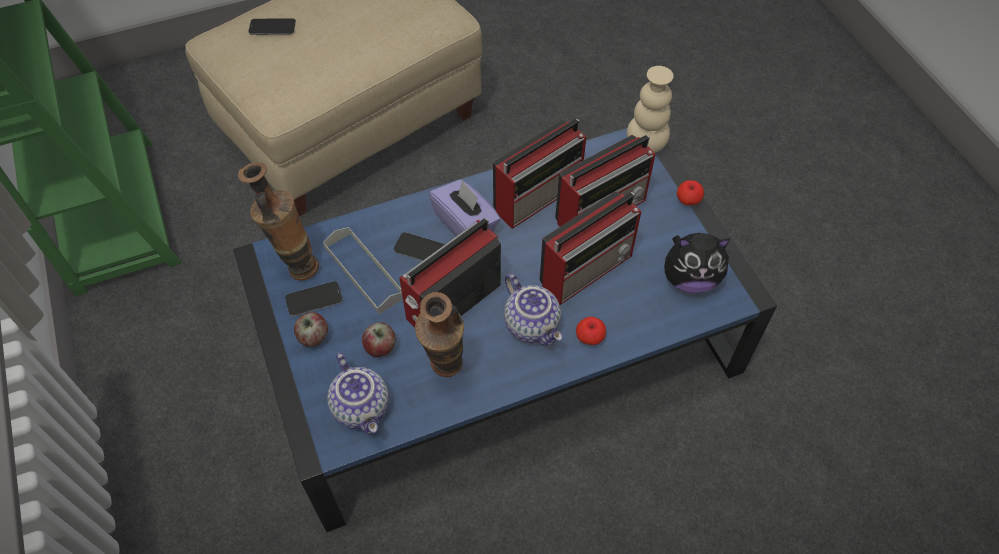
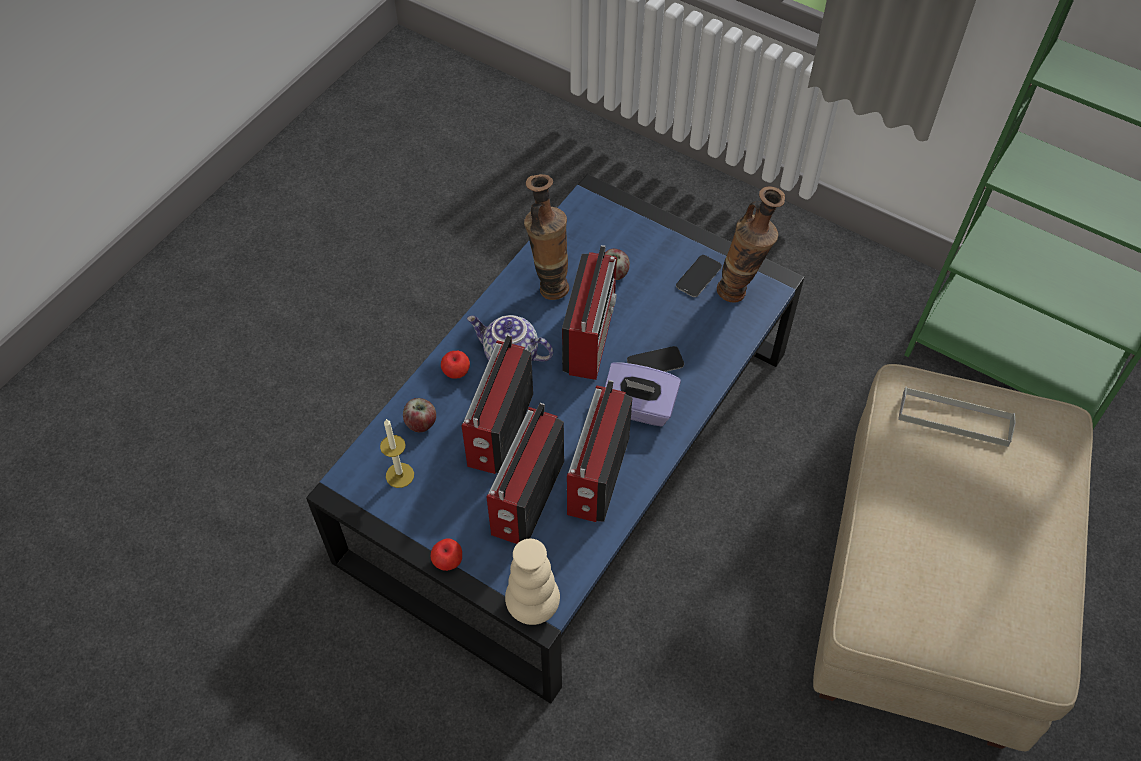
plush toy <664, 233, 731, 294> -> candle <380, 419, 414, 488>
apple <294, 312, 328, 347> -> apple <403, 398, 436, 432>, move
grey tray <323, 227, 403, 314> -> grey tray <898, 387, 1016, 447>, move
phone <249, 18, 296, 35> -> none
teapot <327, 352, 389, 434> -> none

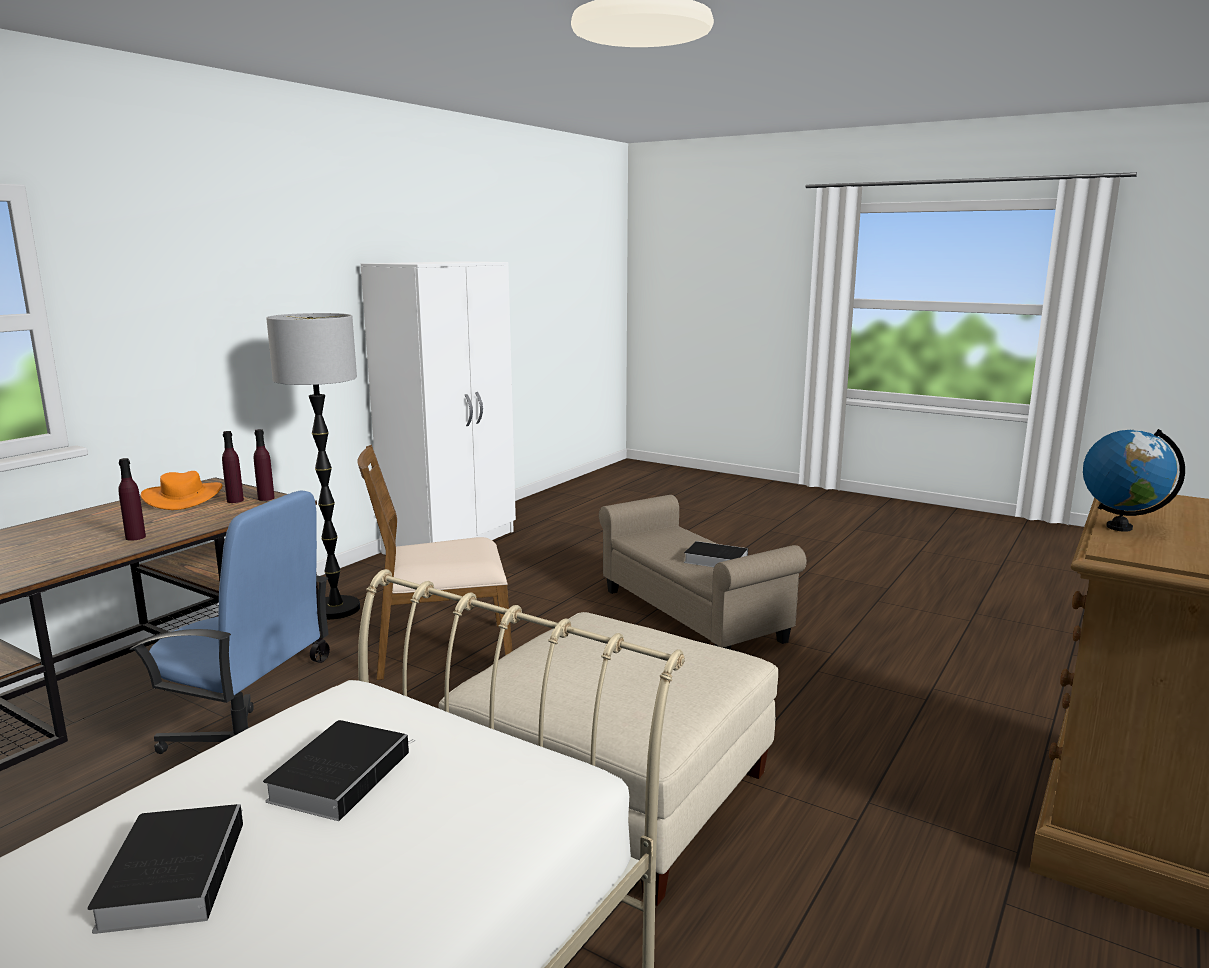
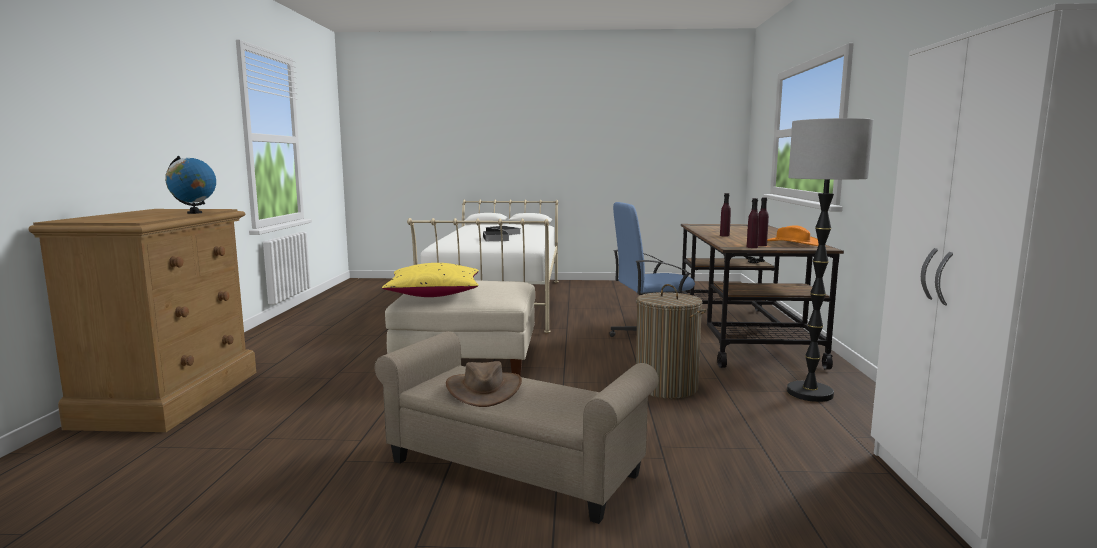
none -> yellow pillow <382, 263, 479, 297>
book <684, 541, 748, 567> -> brown hat <446, 361, 522, 407>
brown chair <357, 445, 512, 680> -> laundry basket <636, 284, 706, 399>

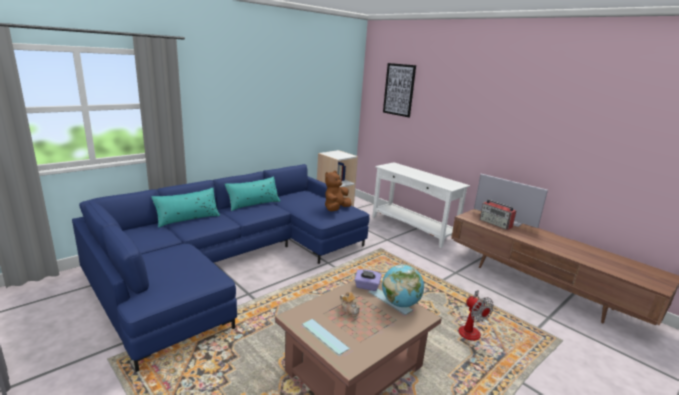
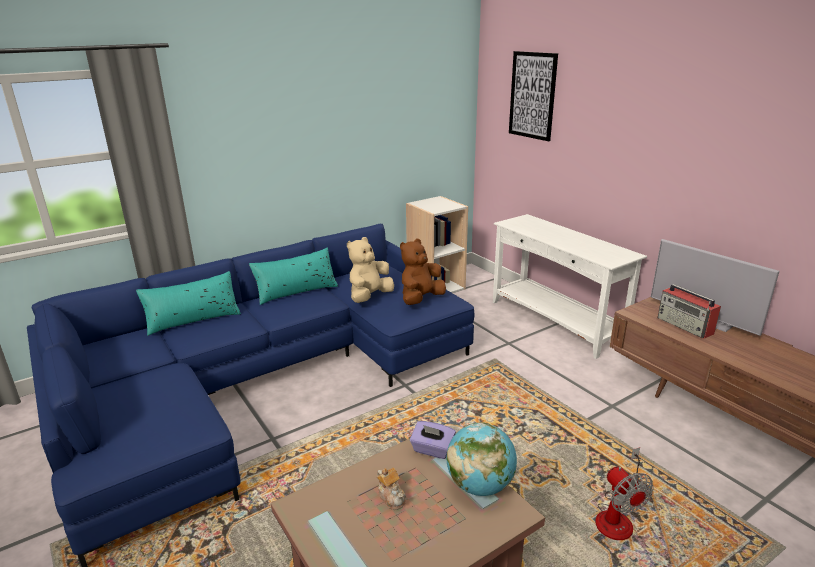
none -> beige plush toy <347, 237, 394, 303>

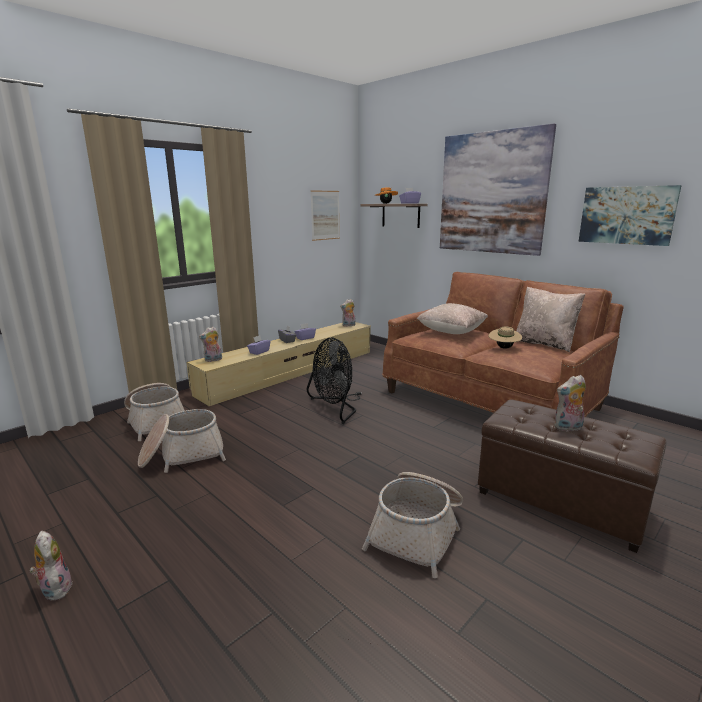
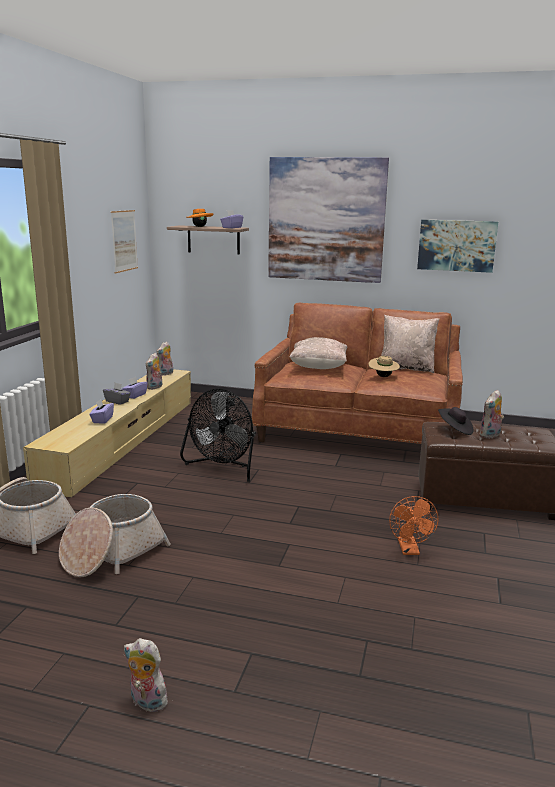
plush toy <199, 327, 222, 362> -> plush toy <146, 353, 162, 390>, move
basket <362, 472, 463, 578> -> orange fan <389, 496, 439, 555>
none -> black hat <438, 407, 473, 435>

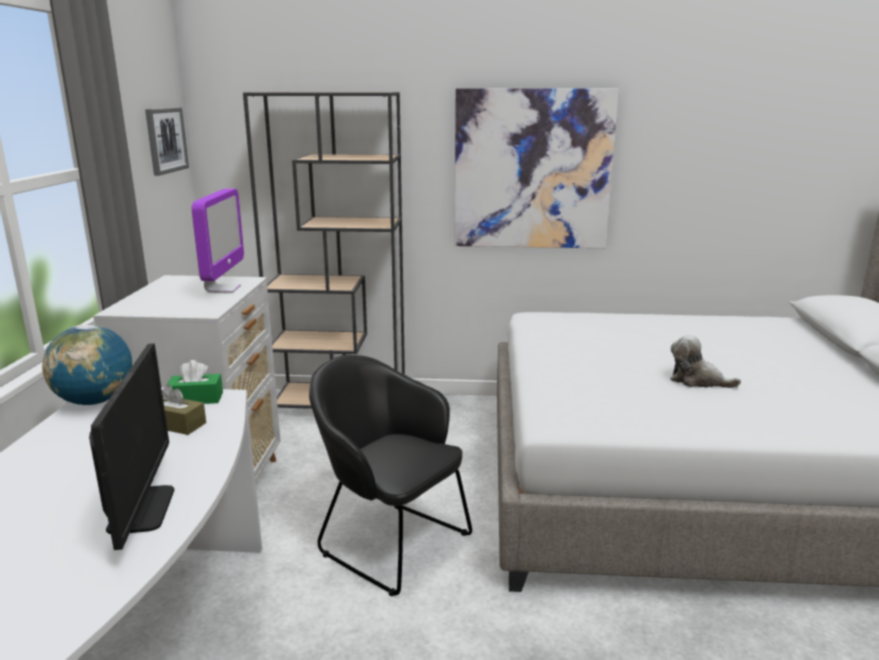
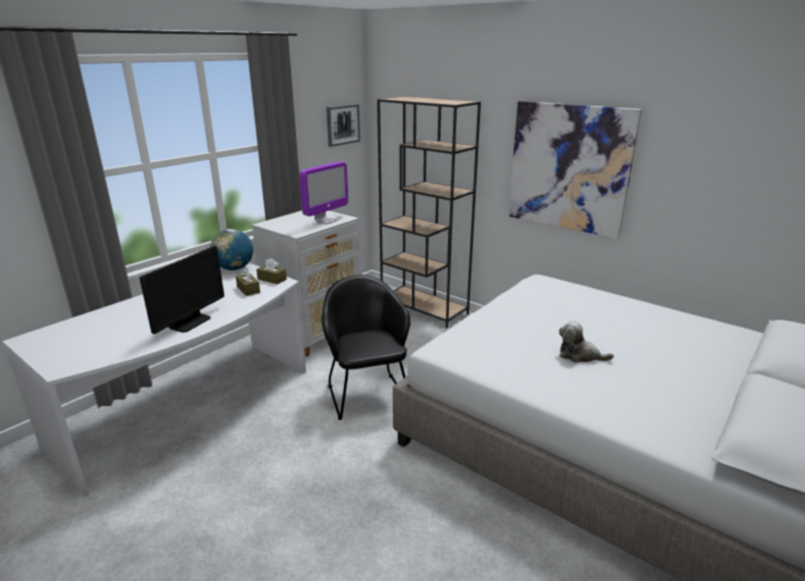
green tissue box <167, 360, 223, 404> -> brown tissue box <256, 258, 287, 284>
plush toy <670, 335, 741, 388> -> plush toy <559, 320, 614, 363>, 45 degrees counterclockwise

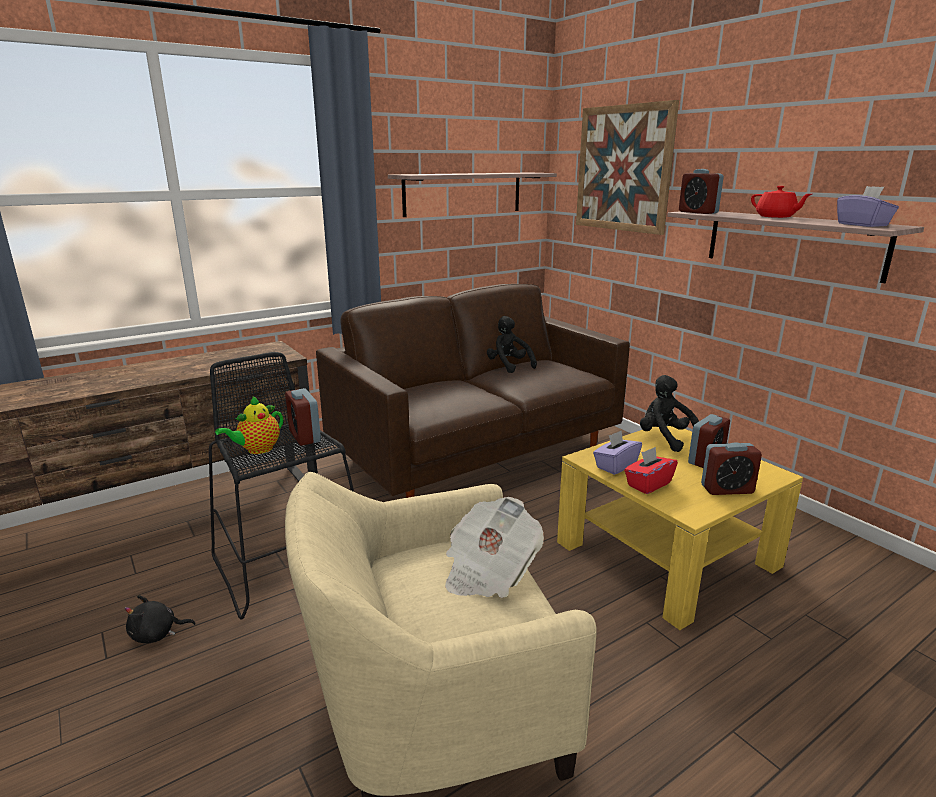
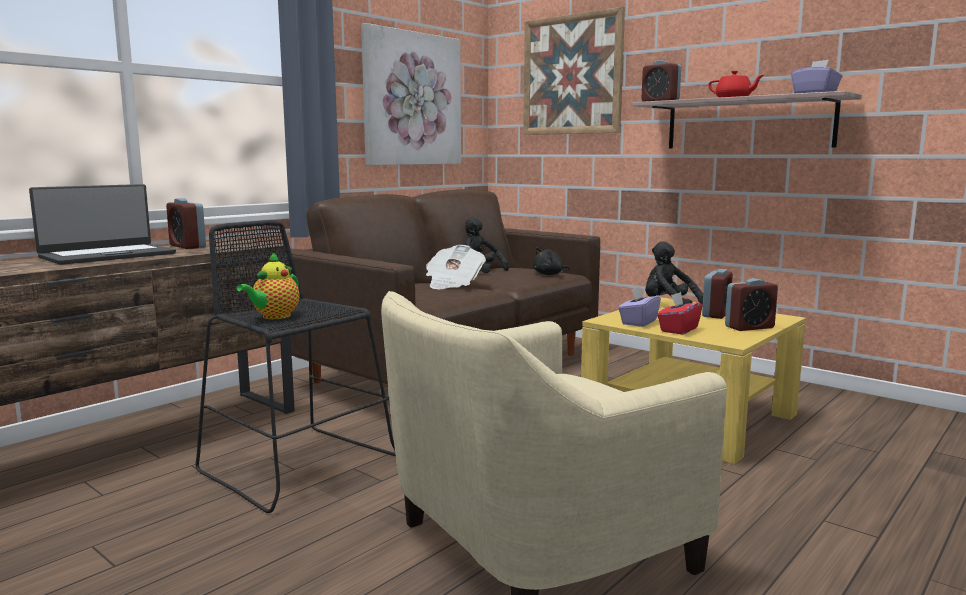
none -> laptop <29, 184, 176, 265>
alarm clock <285, 388, 321, 446> -> alarm clock <166, 198, 206, 249>, move
shelf <388, 172, 557, 217> -> picture <361, 23, 461, 165>
newspaper <445, 497, 544, 598> -> newspaper <426, 245, 486, 289>, move
black plush toy <124, 595, 196, 643> -> black plush toy <533, 247, 570, 275>, move

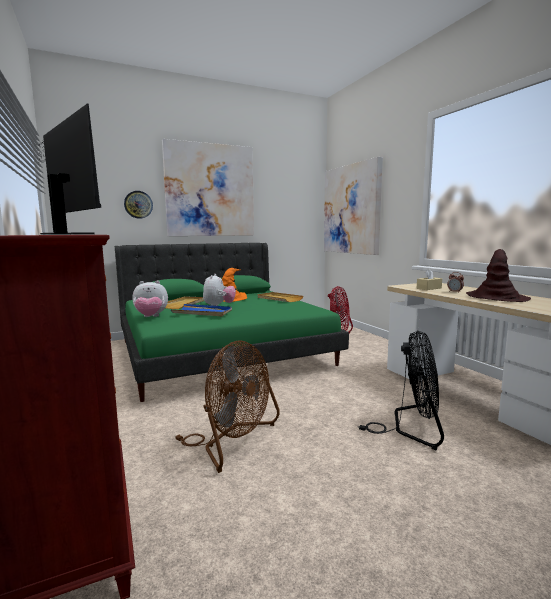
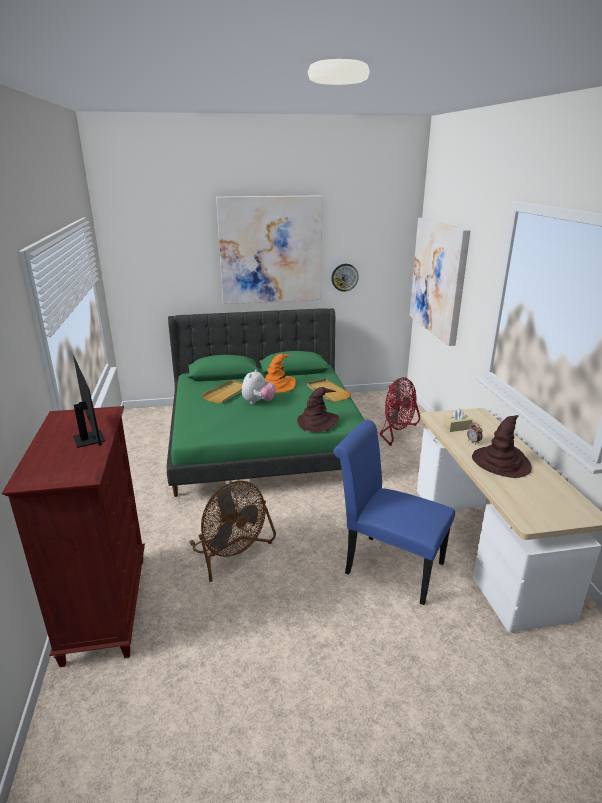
none -> brown hat <297, 387, 339, 432>
wall clock <124, 191, 153, 219> -> wall clock <331, 264, 359, 292>, move
black fan <359, 330, 444, 451> -> blue chair <333, 420, 455, 605>
plush toy <132, 280, 168, 317> -> none
blue tray <171, 304, 232, 316> -> none

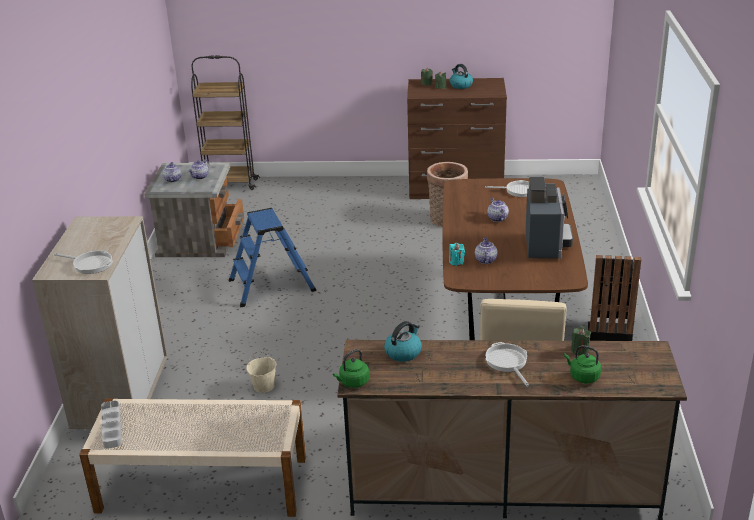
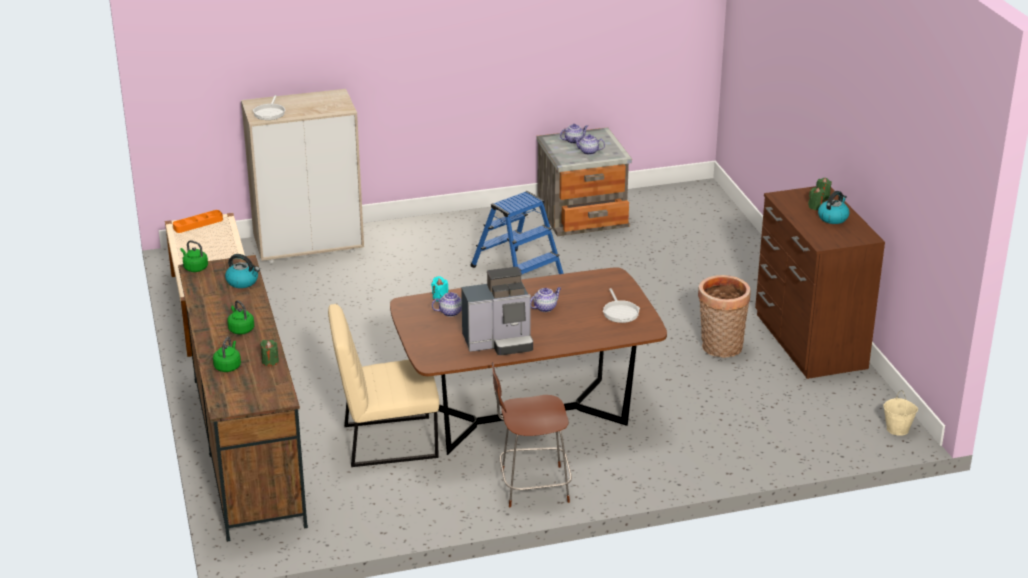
grey tray <101, 401, 122, 449> -> orange tray <173, 210, 223, 233>
frying pan <486, 342, 529, 387> -> green kettle <227, 300, 254, 334>
black trash can <588, 255, 641, 341> -> brown chair <492, 362, 572, 507>
beige bucket <246, 351, 276, 393> -> beige bucket <884, 391, 918, 436>, move
brown cart <191, 55, 260, 190> -> none

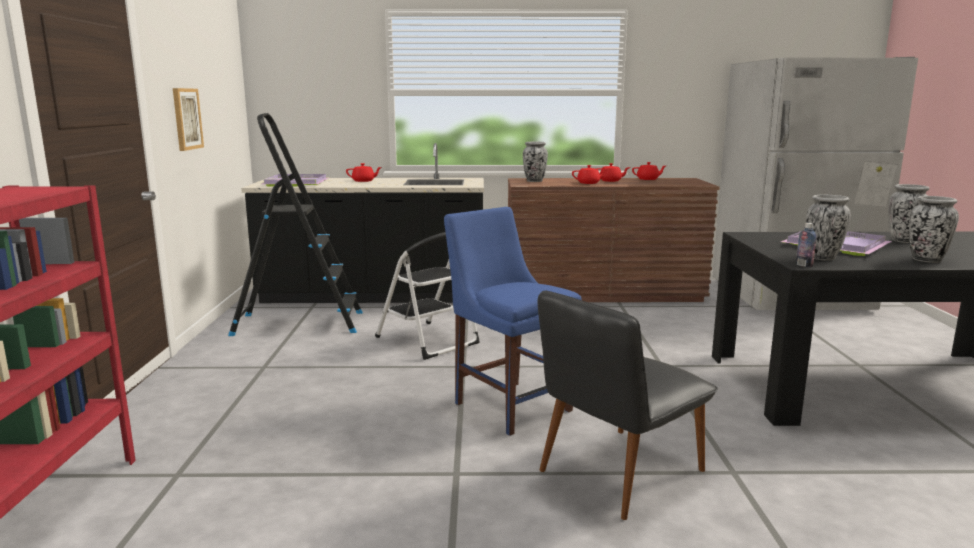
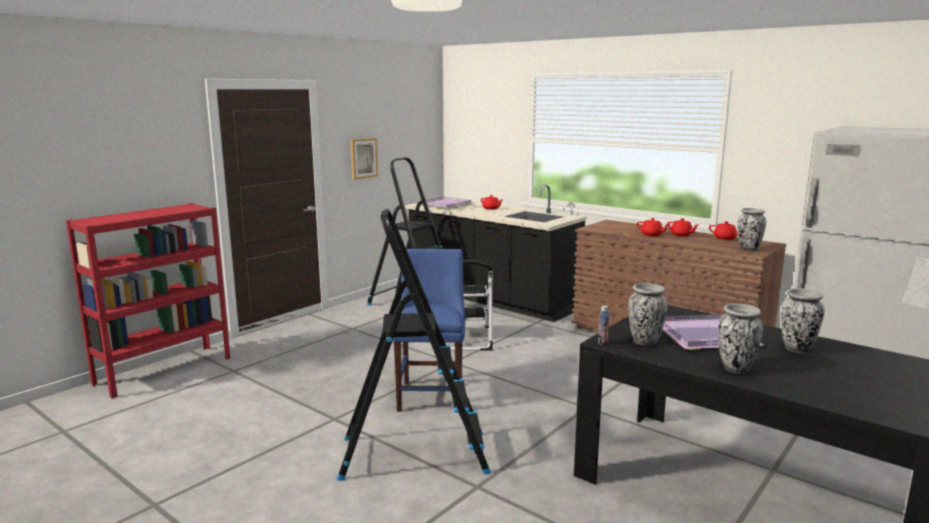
black chair <538, 291, 718, 520> -> black step ladder <337, 209, 491, 481>
vase <523, 142, 548, 182> -> vase <737, 208, 766, 251>, move

